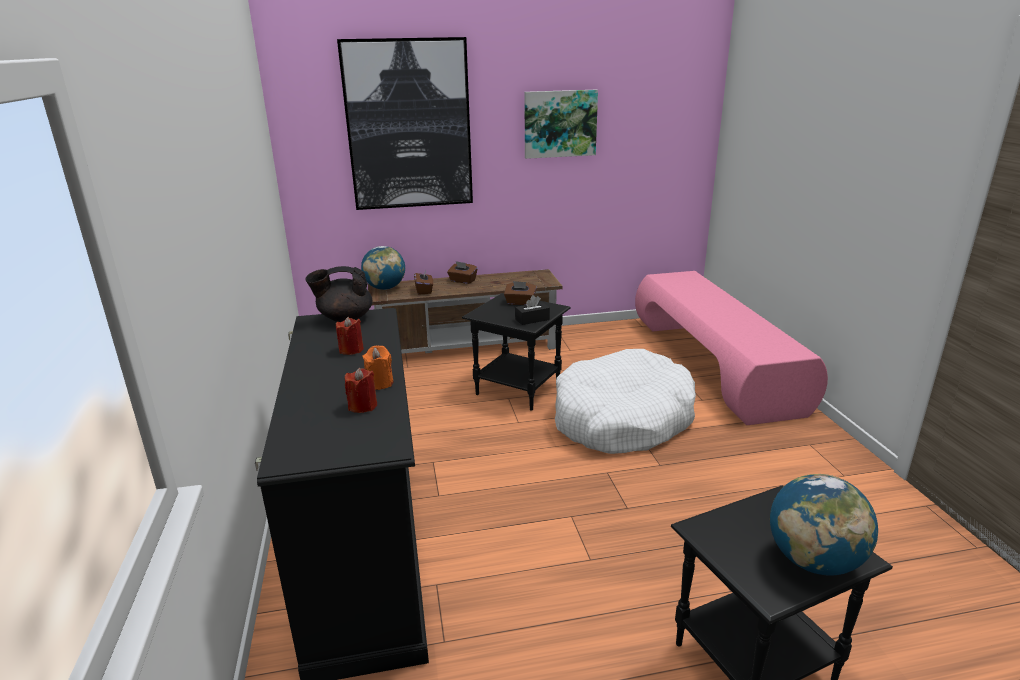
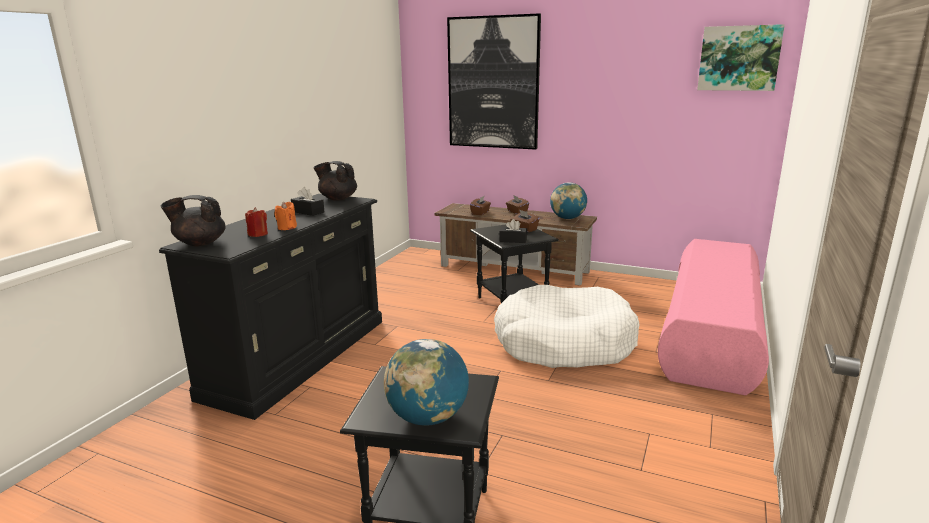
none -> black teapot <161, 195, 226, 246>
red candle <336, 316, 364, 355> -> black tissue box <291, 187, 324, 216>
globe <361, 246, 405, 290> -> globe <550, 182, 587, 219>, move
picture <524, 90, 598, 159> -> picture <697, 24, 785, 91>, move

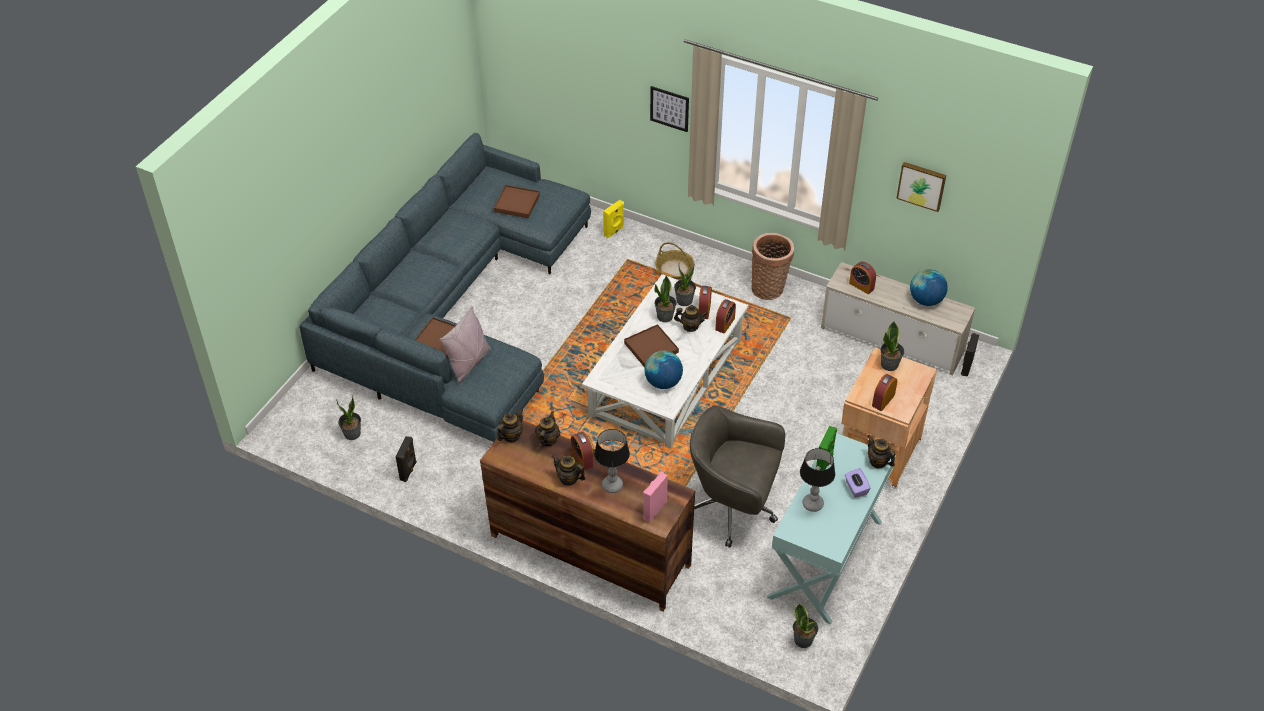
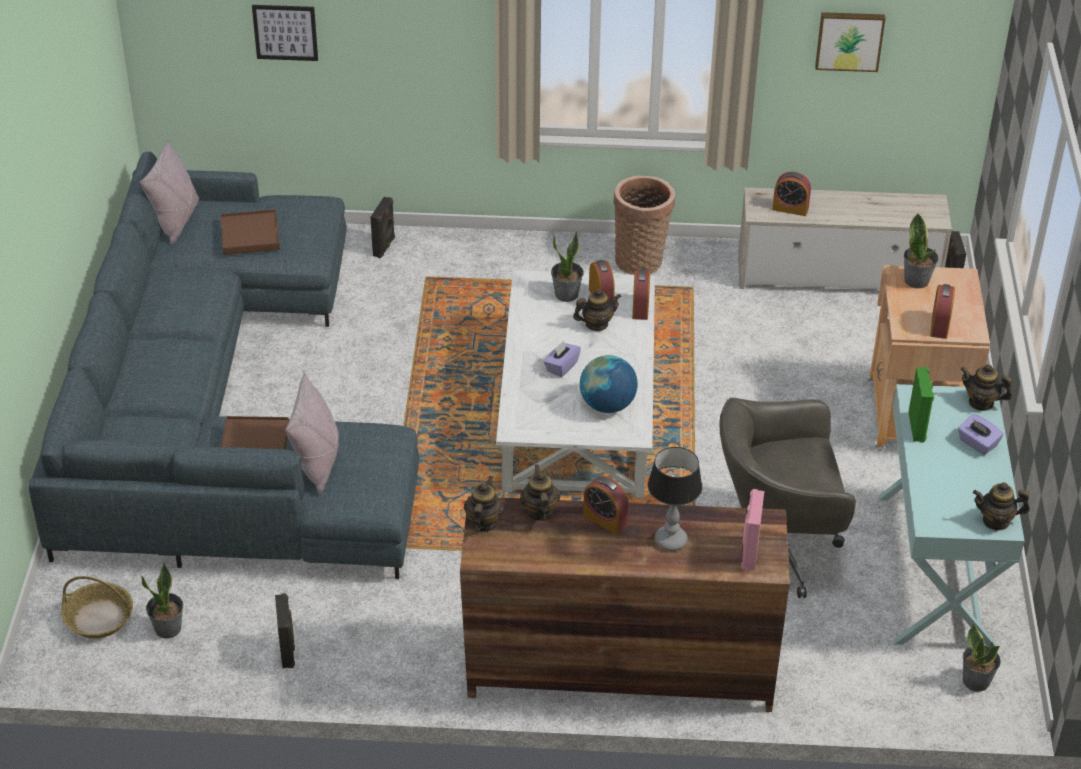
basket <655, 242, 694, 279> -> basket <61, 576, 133, 639>, move
none -> purple pillow <140, 140, 199, 245>
picture <650, 86, 689, 132> -> picture <252, 5, 318, 61>, move
yellow speaker <603, 200, 624, 238> -> black speaker <371, 197, 395, 258>
brown tray <624, 324, 679, 368> -> purple tissue box <544, 341, 581, 377>
teapot <552, 455, 586, 486> -> teapot <973, 482, 1030, 531>, move
potted plant <654, 275, 677, 322> -> none
table lamp <800, 448, 835, 512> -> none
globe <910, 269, 948, 306> -> none

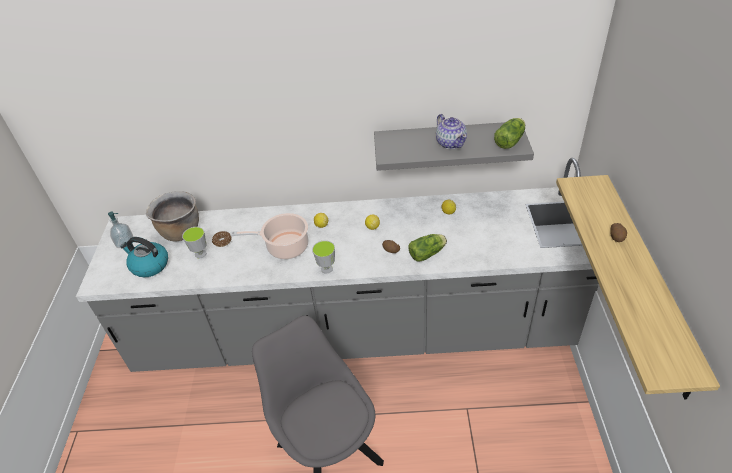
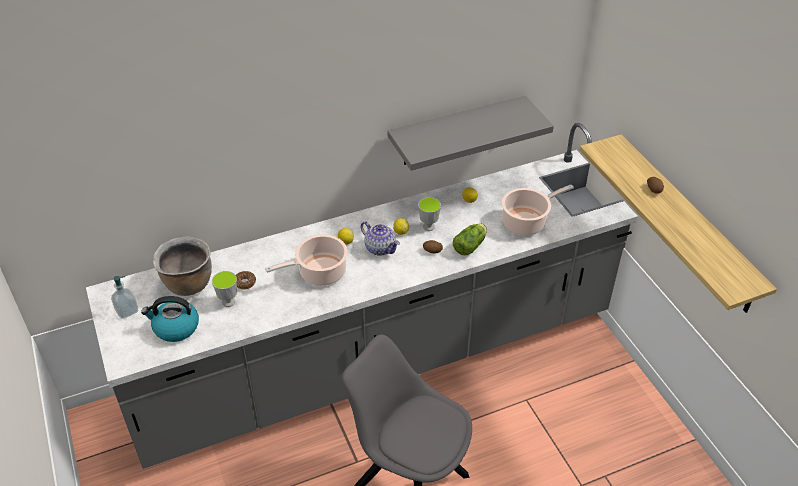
teapot <436, 114, 467, 149> -> teapot <361, 221, 400, 256>, move
cup <312, 240, 335, 274> -> cup <418, 197, 441, 231>, move
none -> cooking pot <502, 185, 574, 236>
lettuce <494, 118, 525, 149> -> none

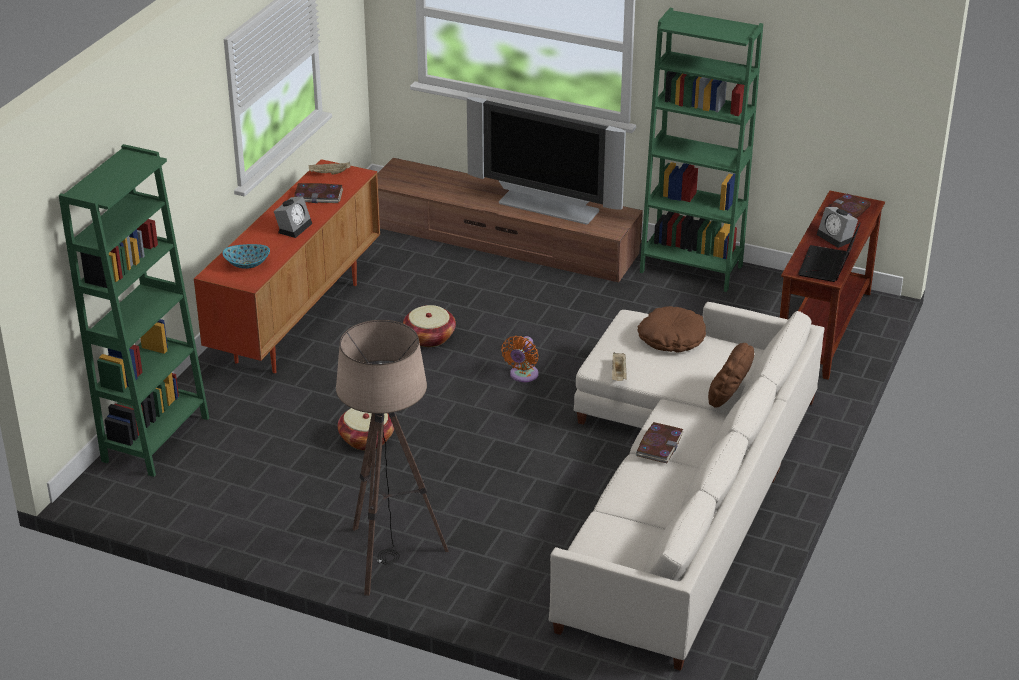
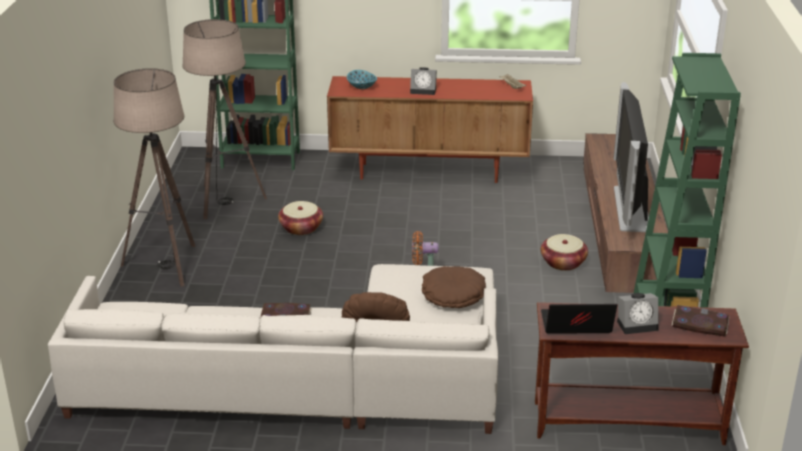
none -> floor lamp <182, 19, 267, 219>
basket <403, 305, 456, 347> -> basket <541, 234, 588, 271>, move
alarm clock <817, 207, 858, 248> -> alarm clock <617, 293, 658, 334>, 135 degrees counterclockwise
book <294, 183, 343, 203> -> none
beige tray <612, 352, 627, 381> -> none

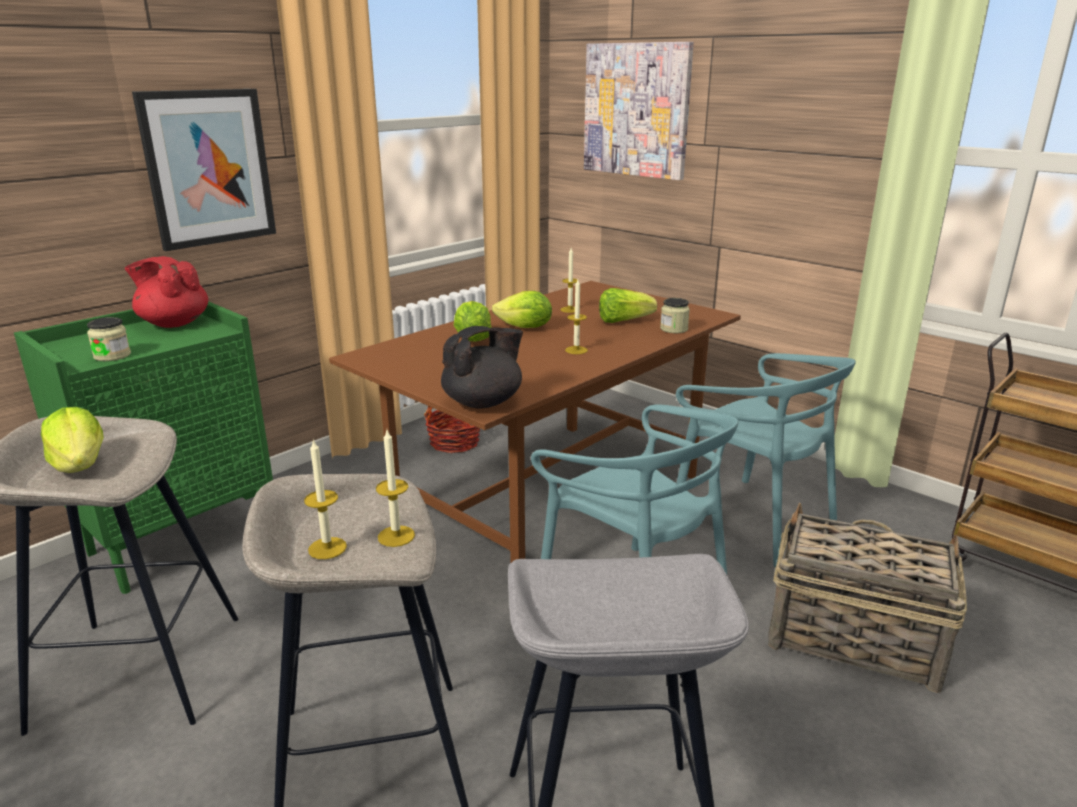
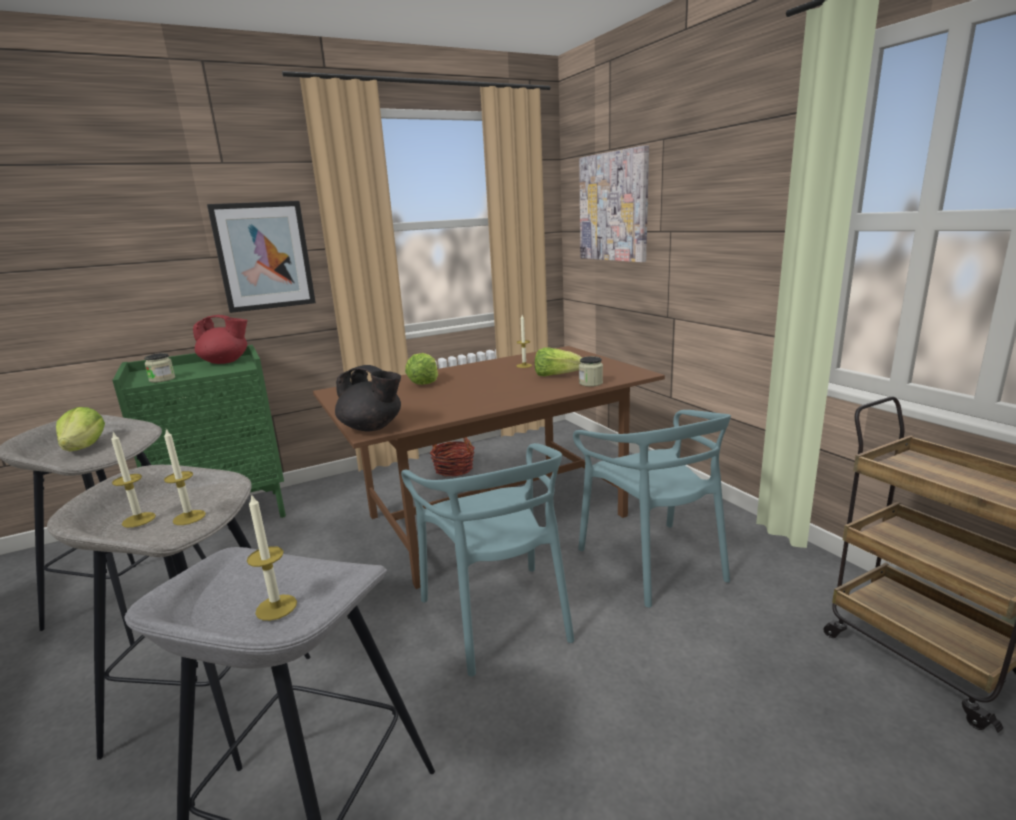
red teapot <125, 256, 208, 328> -> red teapot <193, 315, 247, 364>, 135 degrees clockwise
candle <565, 279, 588, 354> -> candle <247, 493, 297, 621>, move
black teapot <441, 326, 523, 408> -> black teapot <335, 365, 401, 432>, 45 degrees clockwise
lettuce <492, 291, 552, 328> -> none
basket <768, 503, 967, 693> -> none

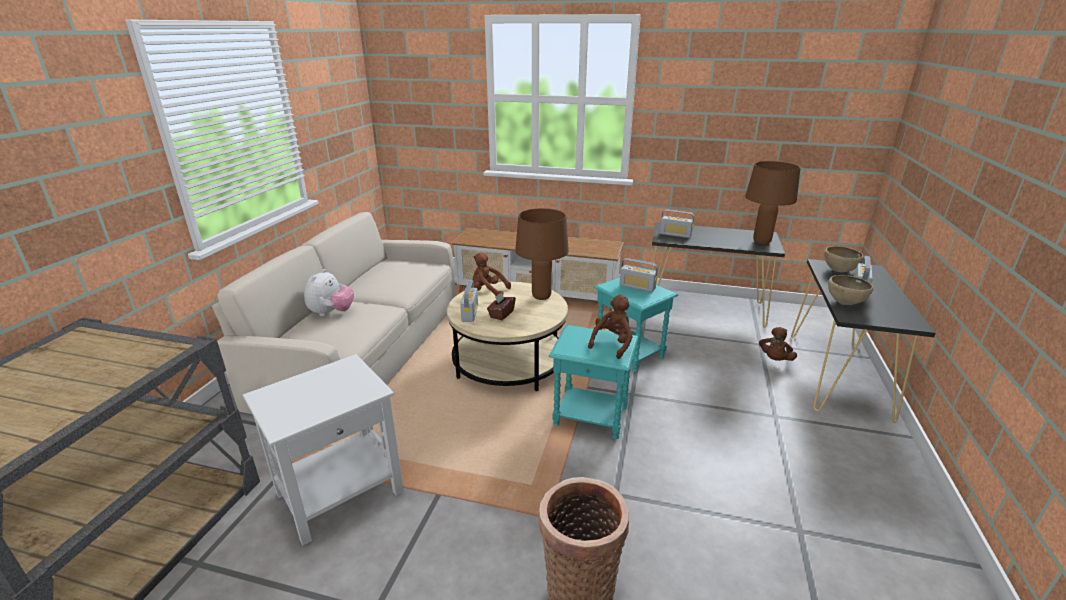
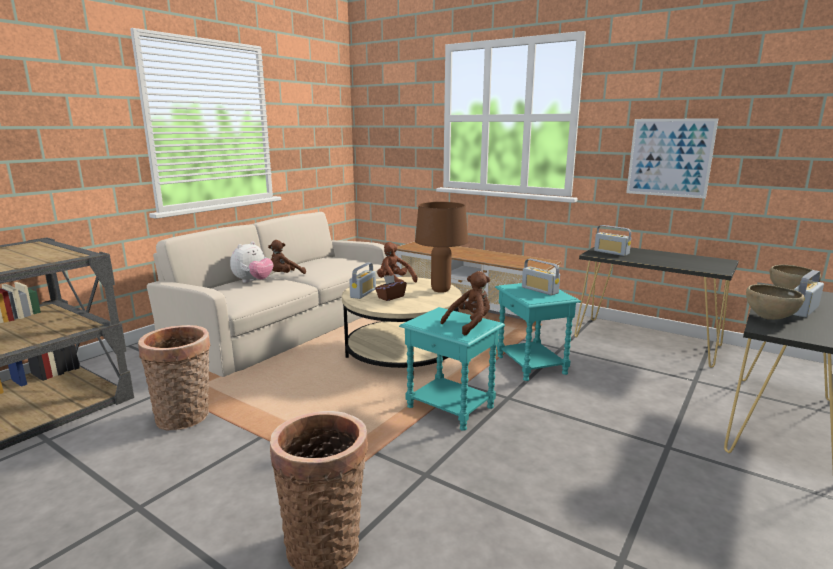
white side table <243, 354, 404, 545> -> basket <138, 325, 211, 431>
brown plush toy <759, 327, 797, 361> -> brown plush toy <268, 240, 306, 274>, move
none -> picture <626, 118, 719, 199>
brown table lamp <745, 161, 801, 244> -> none

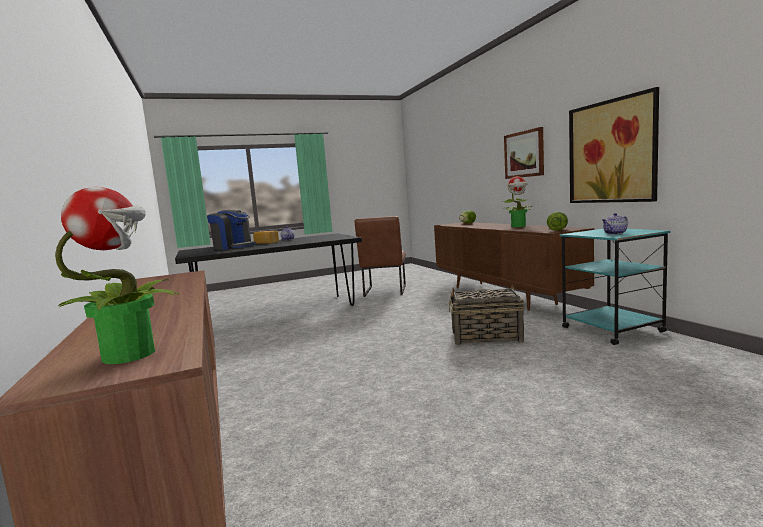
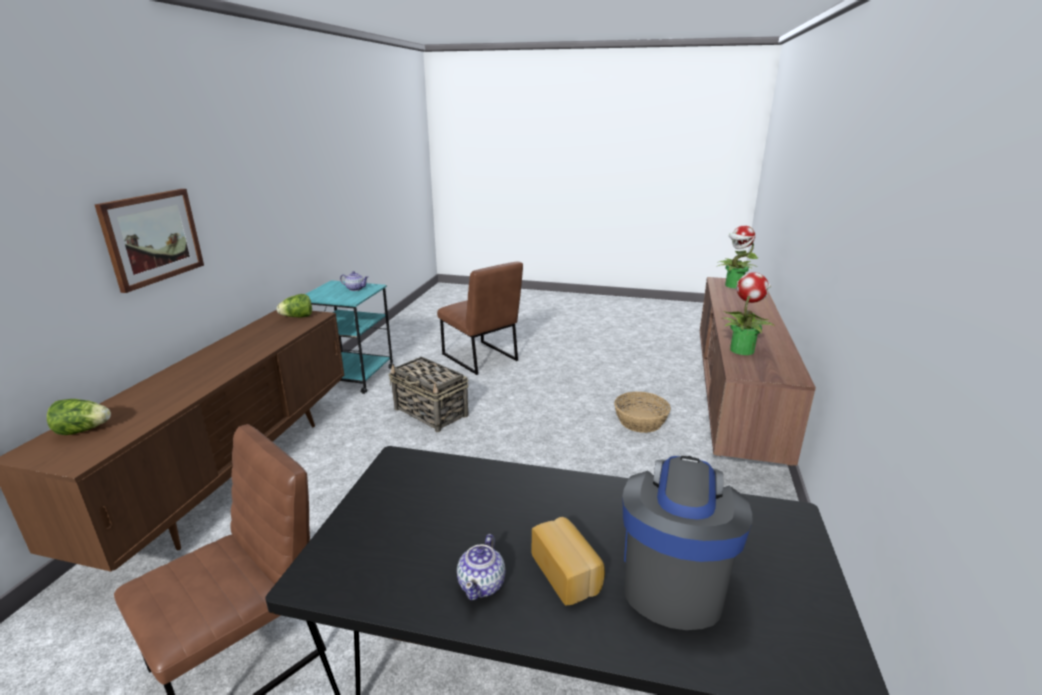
none -> brown chair <437, 261, 523, 375>
none -> basket <614, 392, 671, 433>
coffee machine <207, 210, 256, 250> -> coffee machine <623, 456, 752, 630>, 45 degrees clockwise
potted plant <504, 177, 531, 227> -> potted plant <724, 272, 775, 355>, move
picture <569, 87, 659, 203> -> none

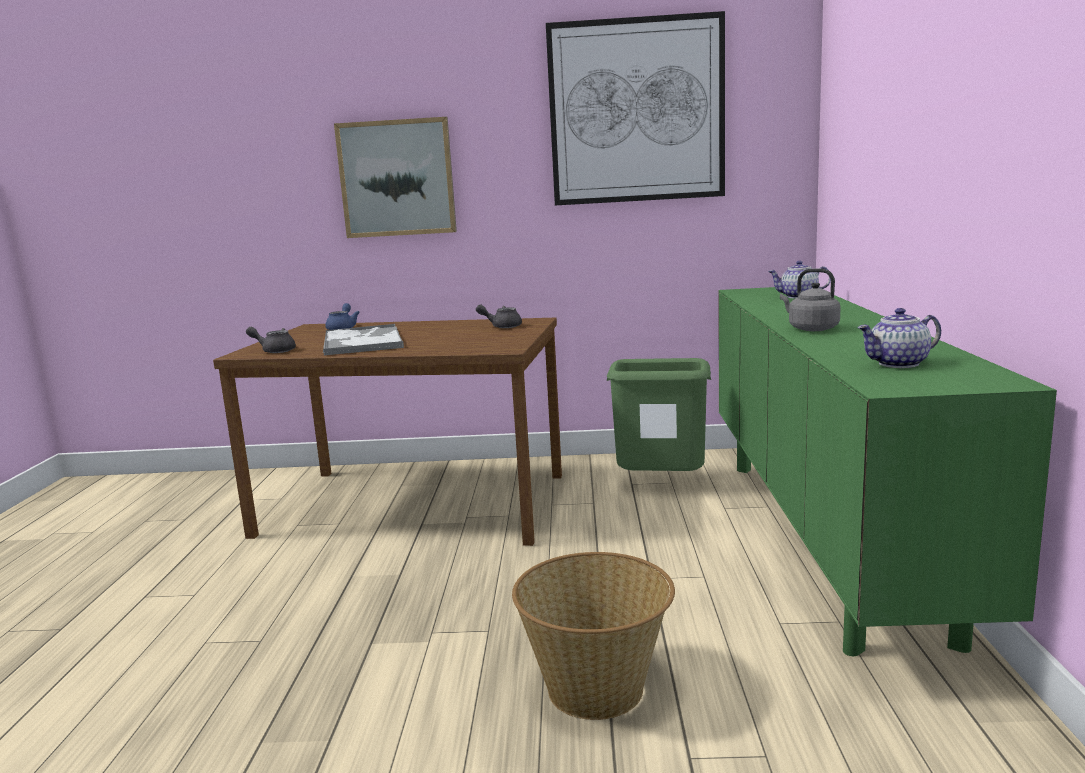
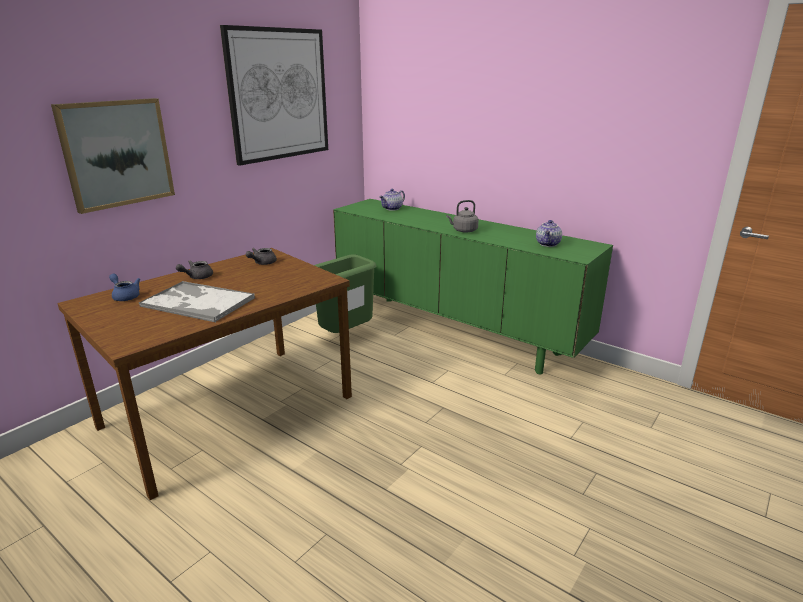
grey teapot <246, 327, 296, 353> -> grey teapot <176, 260, 213, 279>, move
basket <512, 552, 675, 720> -> none

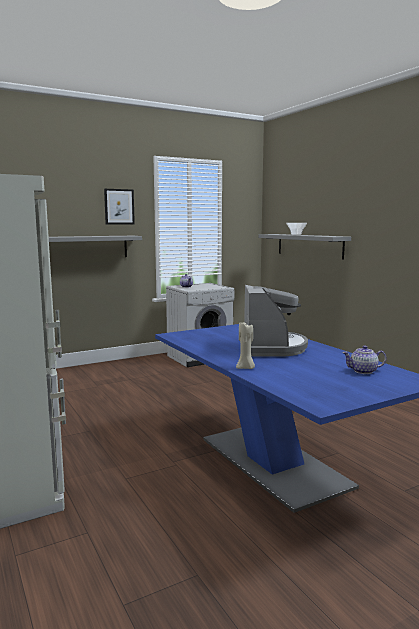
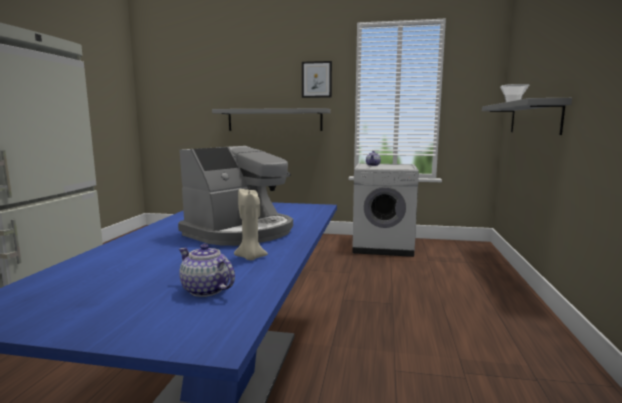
beige candle <236, 323, 255, 369> -> beige candle <234, 189, 268, 260>, move

